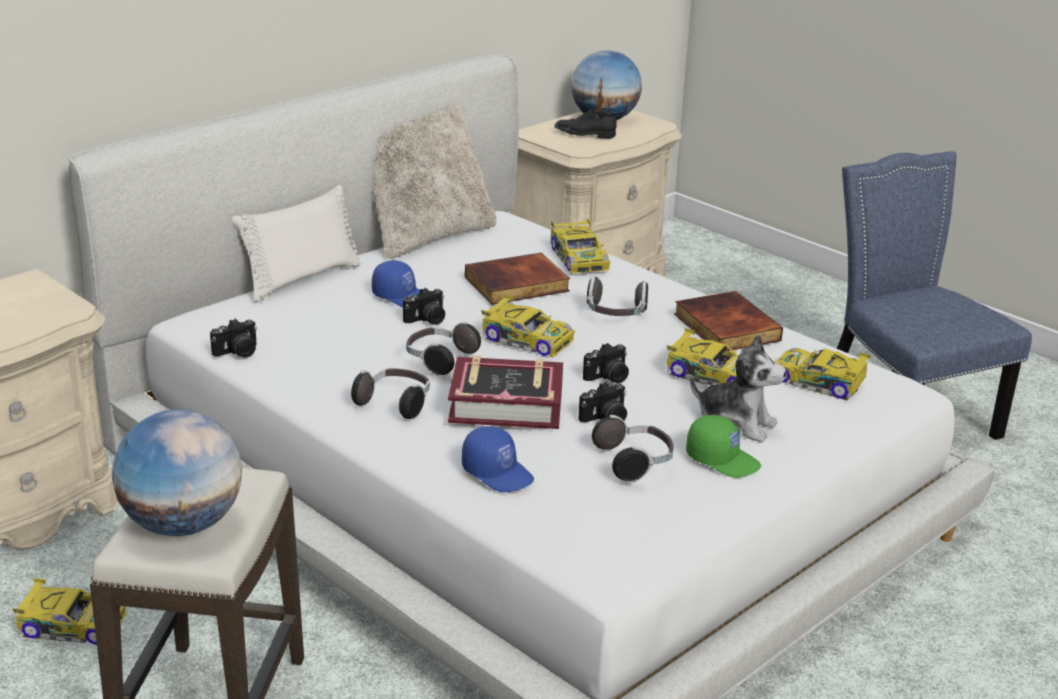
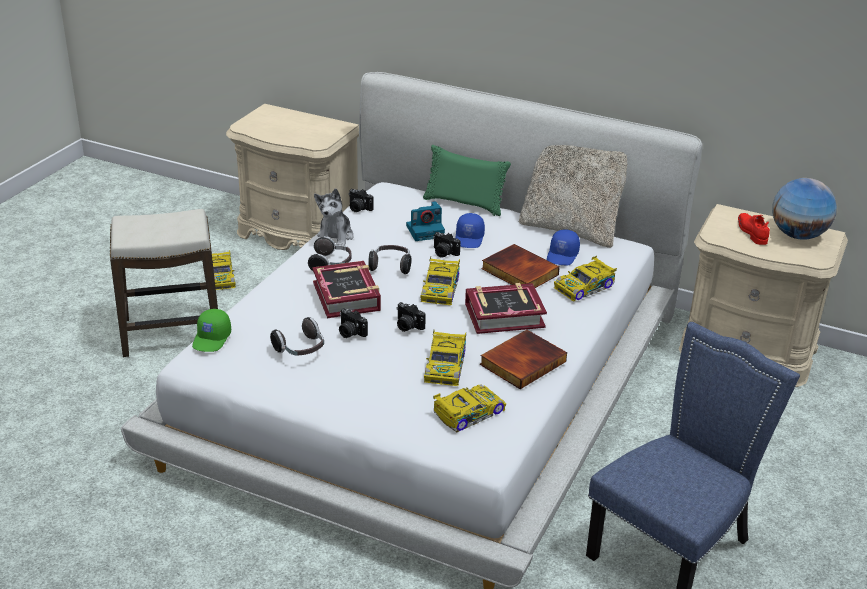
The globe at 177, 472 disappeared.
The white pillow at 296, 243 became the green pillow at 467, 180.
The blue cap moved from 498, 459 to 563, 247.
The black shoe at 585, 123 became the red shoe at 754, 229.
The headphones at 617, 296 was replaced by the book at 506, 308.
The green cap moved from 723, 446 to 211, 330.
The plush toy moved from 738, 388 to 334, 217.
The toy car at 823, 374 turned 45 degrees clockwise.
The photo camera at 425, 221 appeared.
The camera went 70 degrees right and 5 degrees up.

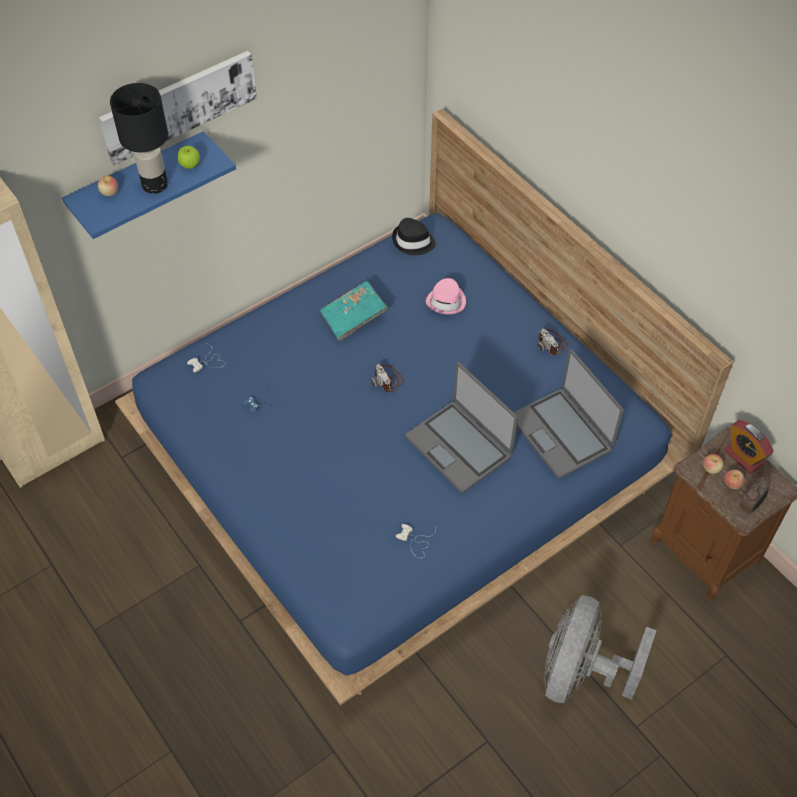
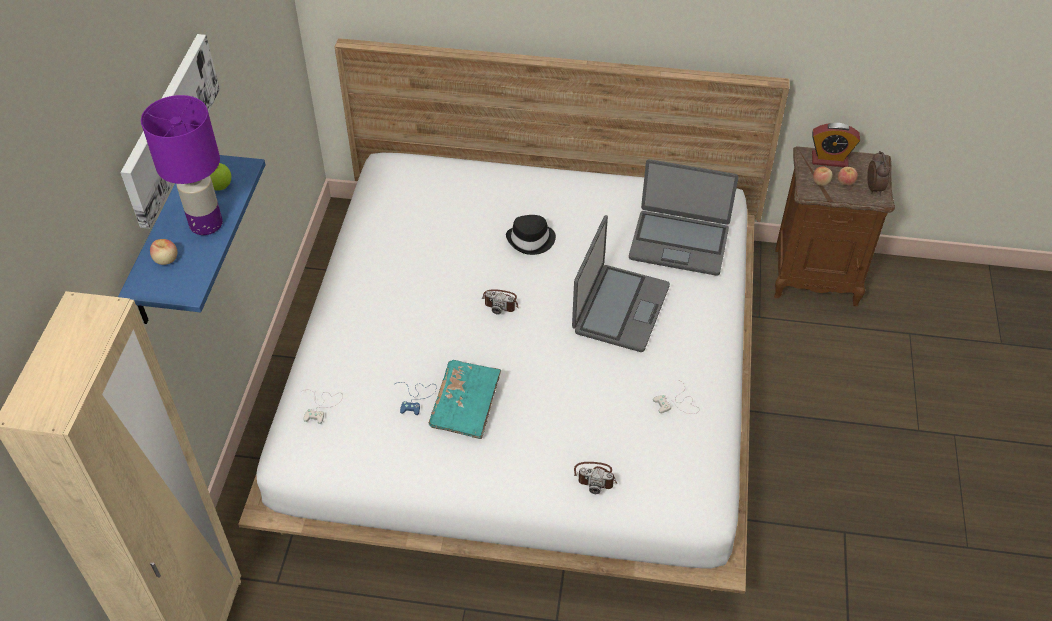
The black table lamp at 139, 138 became the purple table lamp at 182, 165.
The blue bed at 424, 407 became the white bed at 513, 316.
The turquoise book moved from 354, 311 to 465, 399.
The black hat moved from 414, 236 to 531, 235.
The laptop at 462, 427 turned 75 degrees counterclockwise.
The pink hat at 446, 296 disappeared.
The photo camera moved from 552, 342 to 595, 478.
The grey fan at 600, 649 disappeared.
The camera went 45 degrees left and 5 degrees down.

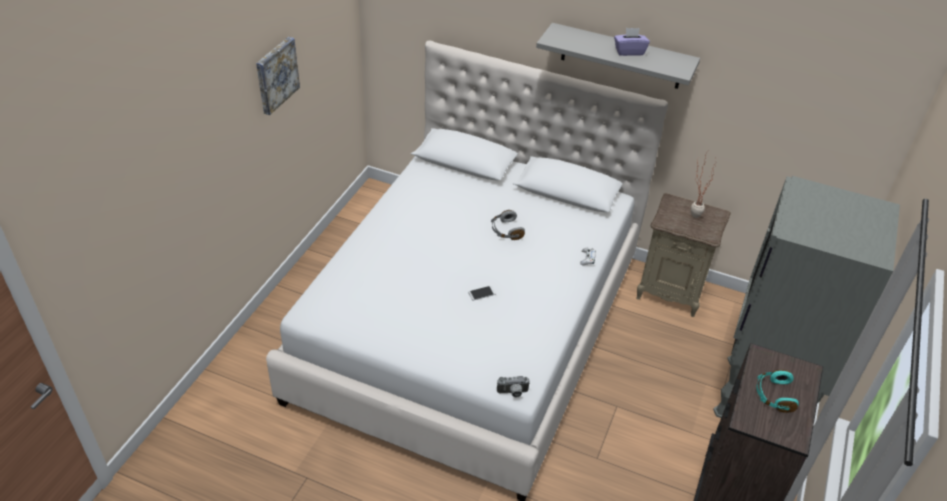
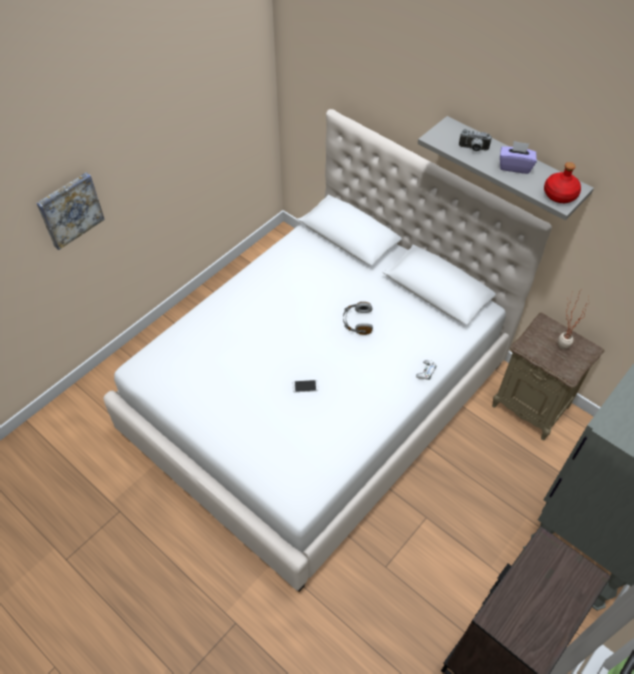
The picture moved from 278, 76 to 71, 211.
The photo camera moved from 513, 387 to 475, 140.
The turquoise headphones at 777, 391 disappeared.
The red bottle at 562, 182 appeared.
The camera went 20 degrees right and 10 degrees up.

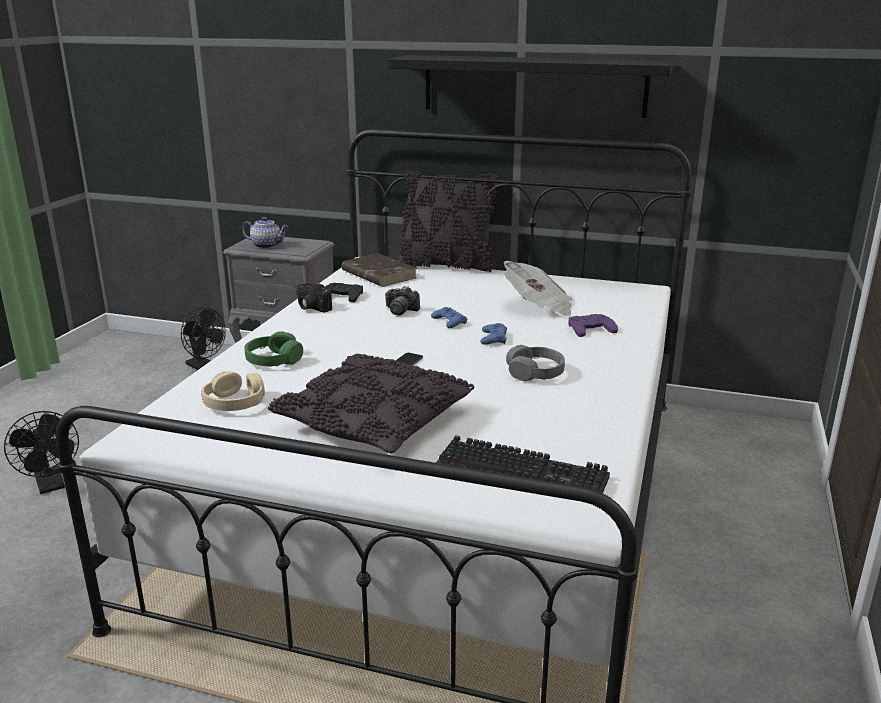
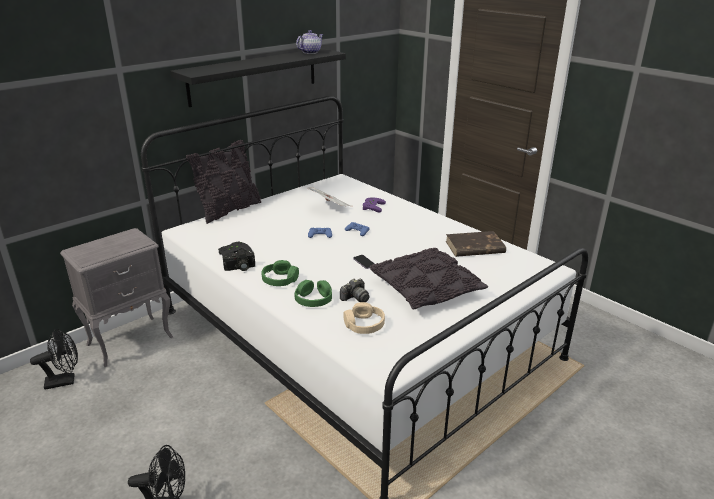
The teapot moved from 265, 233 to 309, 42.
The brown book moved from 379, 270 to 476, 244.
The photo camera moved from 402, 301 to 354, 290.
The keyboard at 523, 464 disappeared.
The grey headphones at 535, 363 disappeared.
The green headphones at 280, 273 appeared.
The camera went 60 degrees left and 5 degrees up.

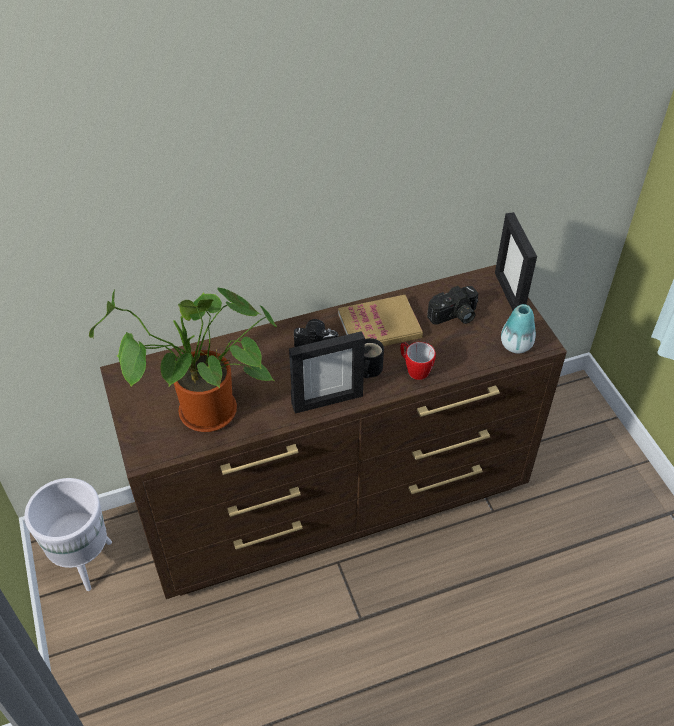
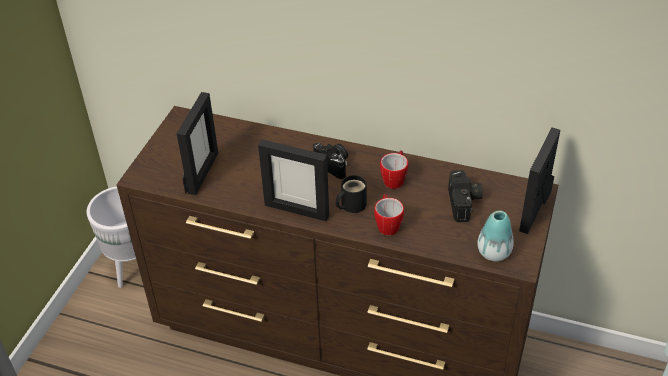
The potted plant at 183, 360 was replaced by the picture frame at 197, 143.
The book at 380, 320 was replaced by the mug at 394, 169.
The photo camera at 452, 305 turned 105 degrees counterclockwise.
The camera went 40 degrees right and 5 degrees down.

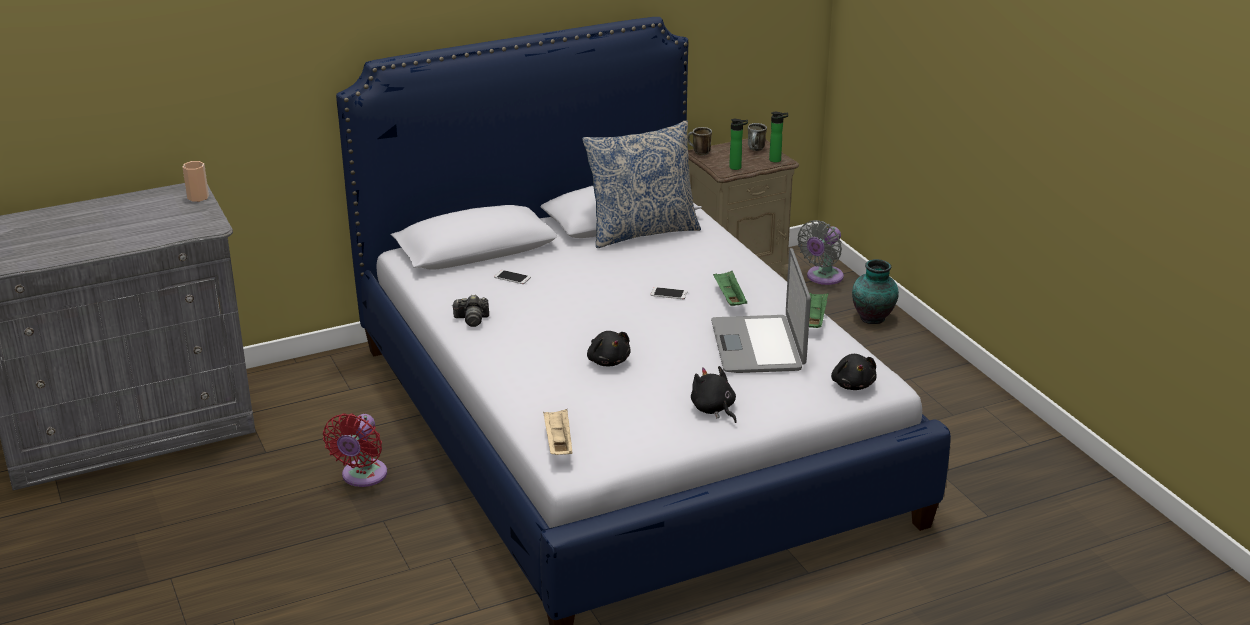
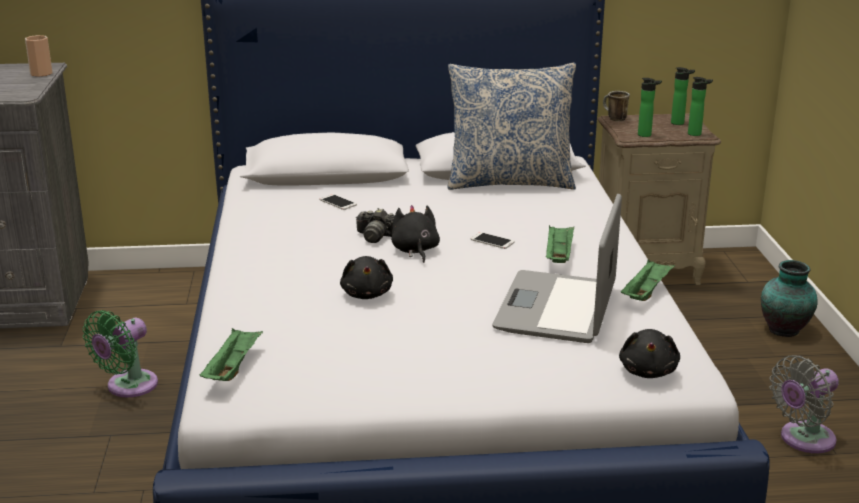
The red fan at 355, 450 became the green fan at 120, 353.
The photo camera moved from 470, 311 to 375, 225.
The beige tray at 557, 432 became the green tray at 231, 354.
The black plush toy moved from 713, 394 to 415, 234.
The mug at 757, 137 was replaced by the bottle at 683, 96.
The grey fan moved from 820, 252 to 804, 404.
The camera went 20 degrees right and 5 degrees down.

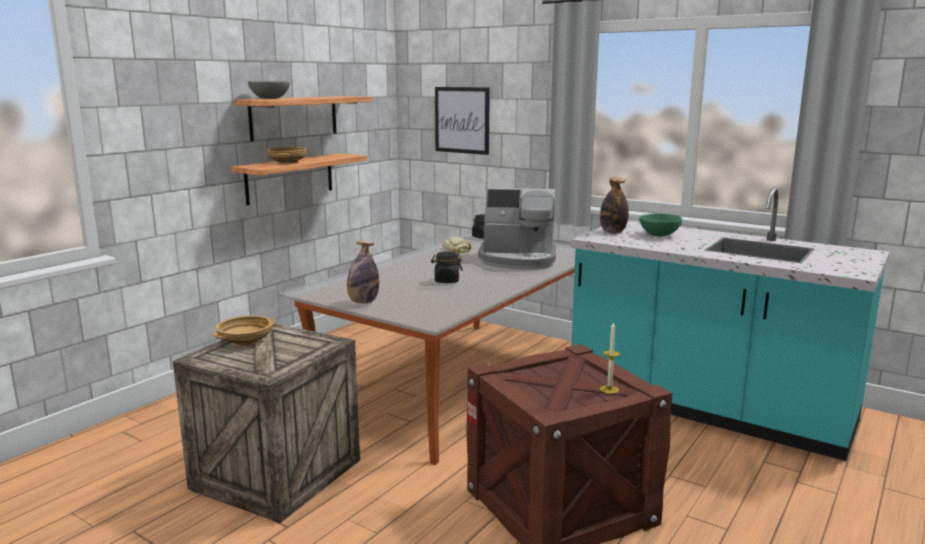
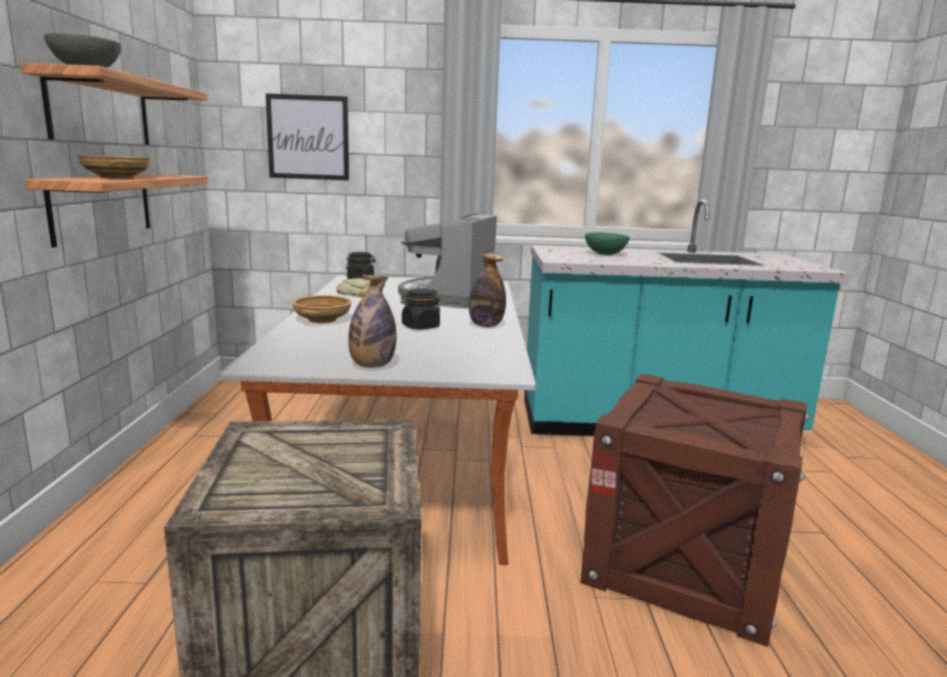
The beige bowl moved from 243, 331 to 322, 309.
The coffee machine at 517, 229 turned 135 degrees clockwise.
The bottle moved from 614, 205 to 487, 290.
The candle at 610, 357 disappeared.
The camera went 35 degrees left and 0 degrees up.

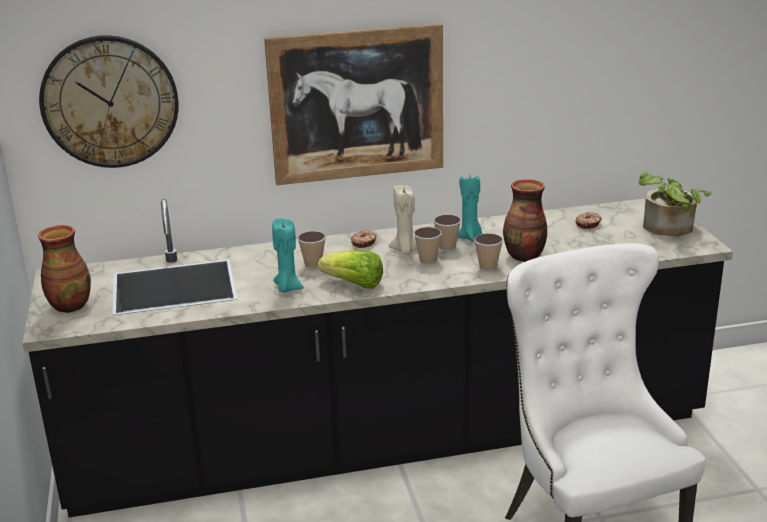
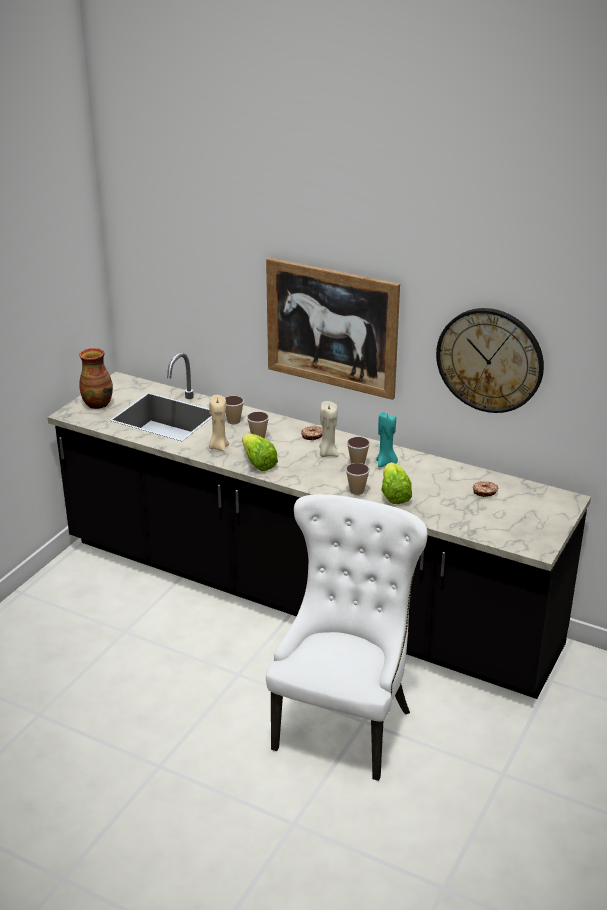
The wall clock moved from 109, 101 to 490, 360.
The turquoise candle at 288, 255 became the beige candle at 219, 423.
The cup moved from 428, 245 to 234, 410.
The vase at 525, 220 was replaced by the lettuce at 396, 483.
The potted plant at 675, 204 disappeared.
The camera went 40 degrees right and 5 degrees up.

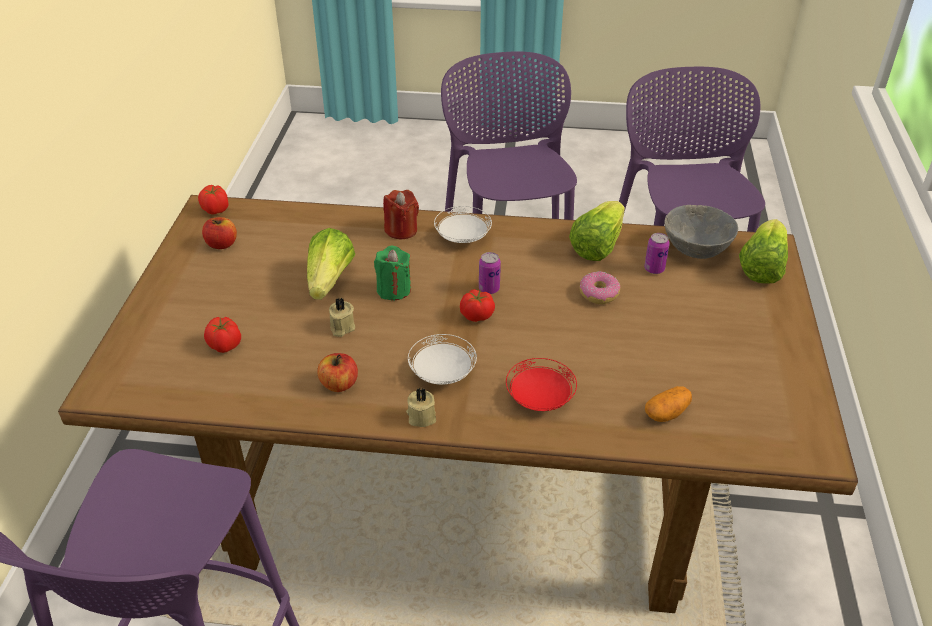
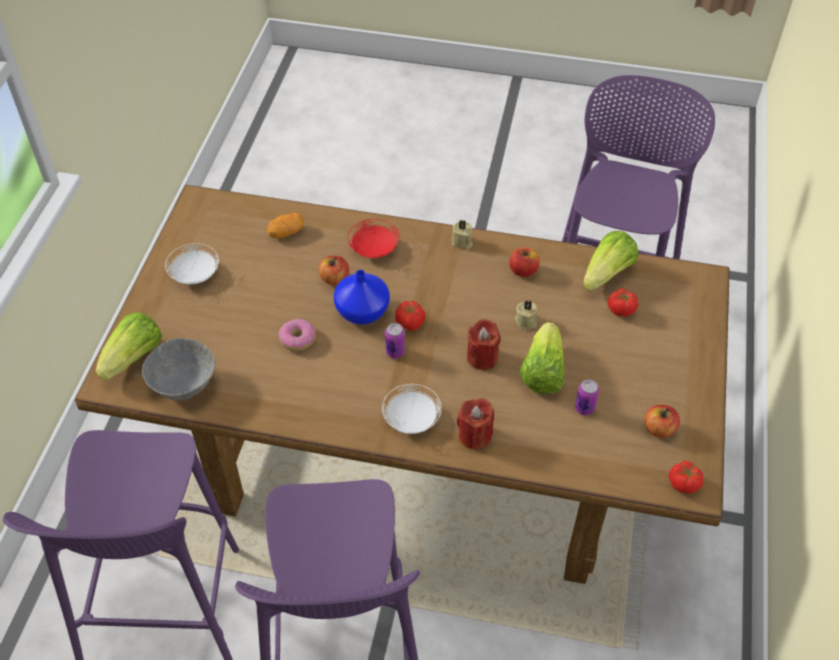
The green candle at 392, 273 became the red candle at 484, 344.
The white plate moved from 442, 359 to 192, 263.
The lettuce moved from 597, 231 to 610, 261.
The can moved from 657, 253 to 587, 397.
The apple at 334, 271 appeared.
The blue vase at 362, 297 appeared.
The camera went 175 degrees left and 10 degrees up.

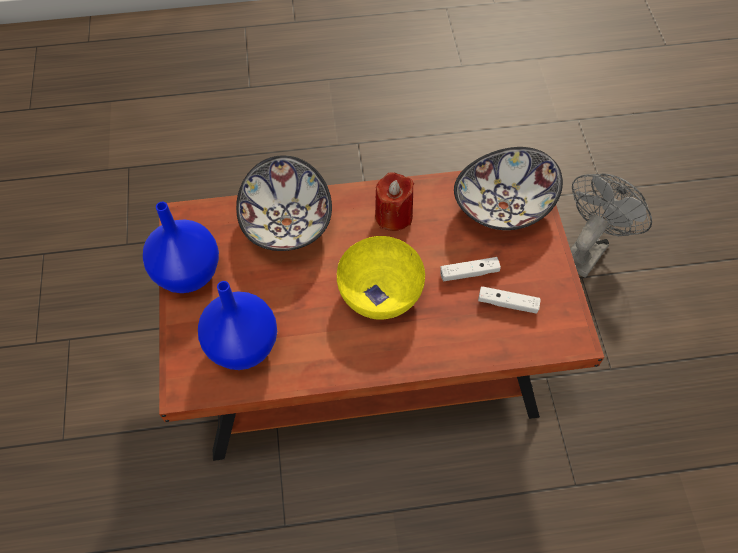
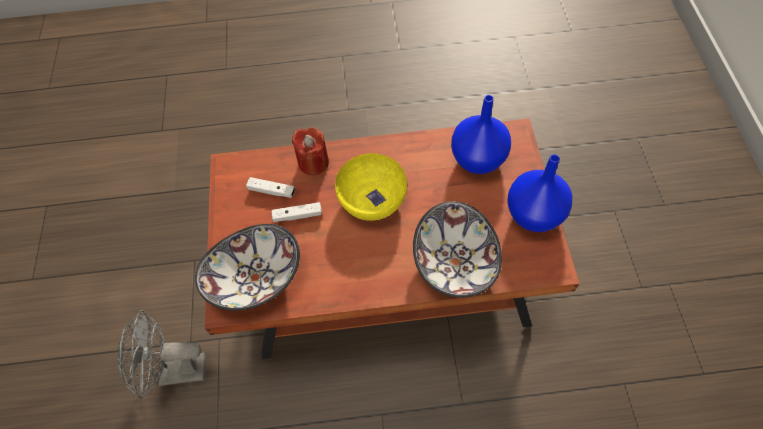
The red candle moved from 394, 201 to 310, 151.
The grey fan at 611, 225 turned 45 degrees clockwise.
The camera went 175 degrees left and 0 degrees up.

